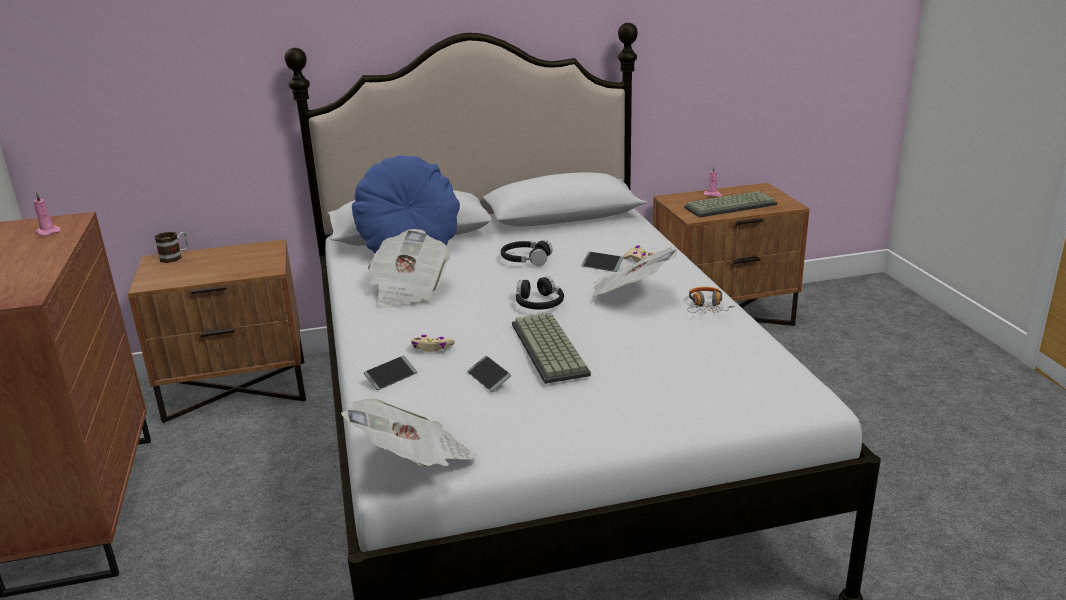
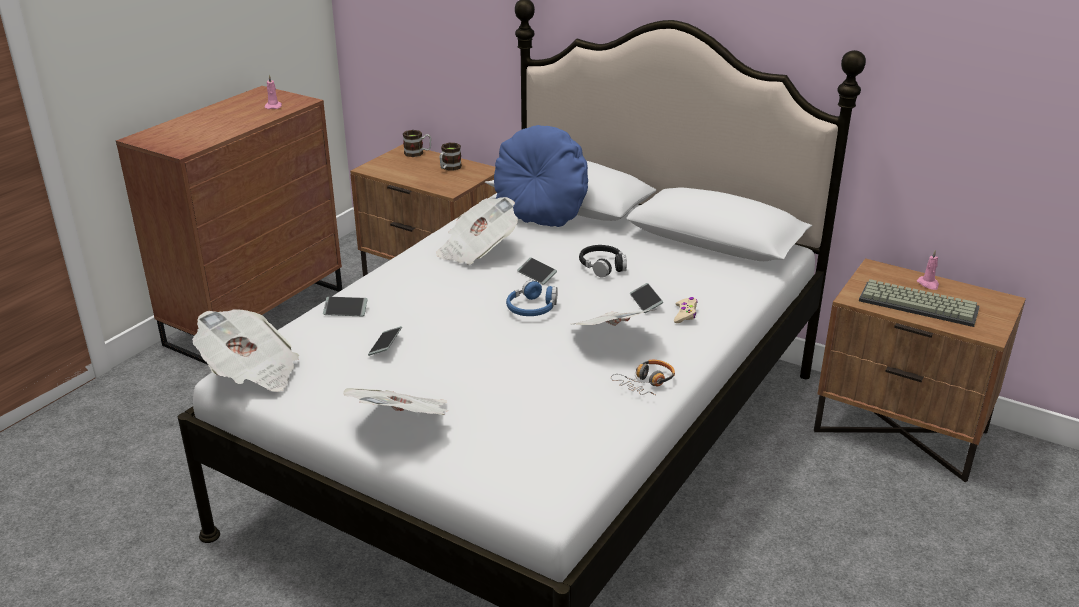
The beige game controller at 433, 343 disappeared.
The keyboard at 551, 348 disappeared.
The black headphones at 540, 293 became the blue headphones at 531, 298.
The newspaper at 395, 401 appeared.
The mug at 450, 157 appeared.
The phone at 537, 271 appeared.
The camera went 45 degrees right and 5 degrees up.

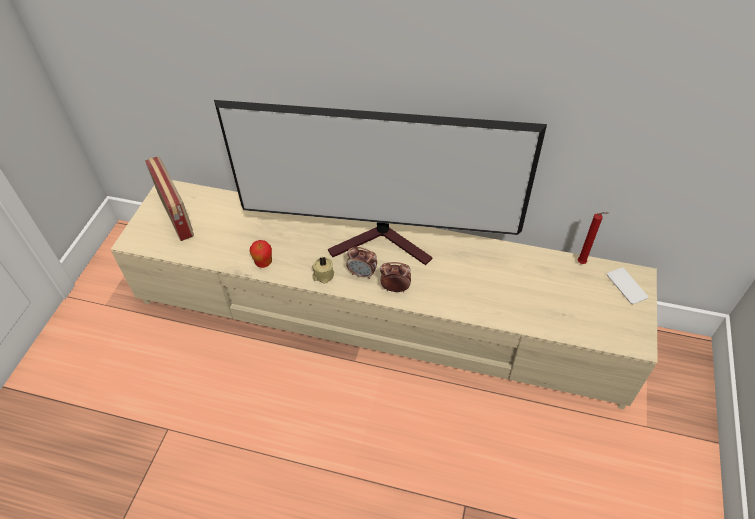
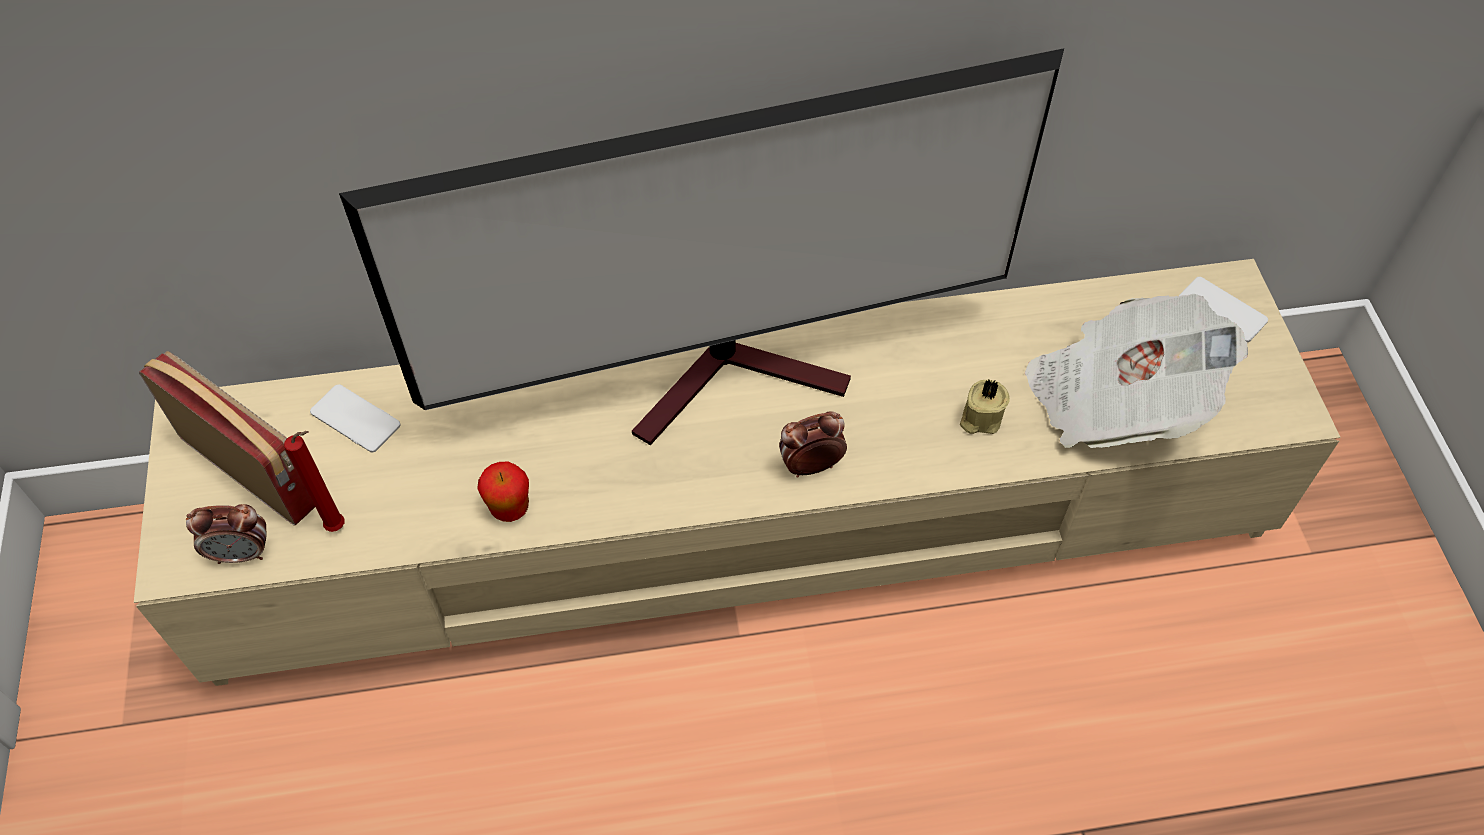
The beige candle moved from 323, 270 to 985, 407.
The alarm clock moved from 361, 263 to 226, 534.
The red candle moved from 593, 238 to 314, 481.
The phone at 355, 418 appeared.
The newspaper at 1136, 371 appeared.
The camera went 25 degrees left and 5 degrees up.

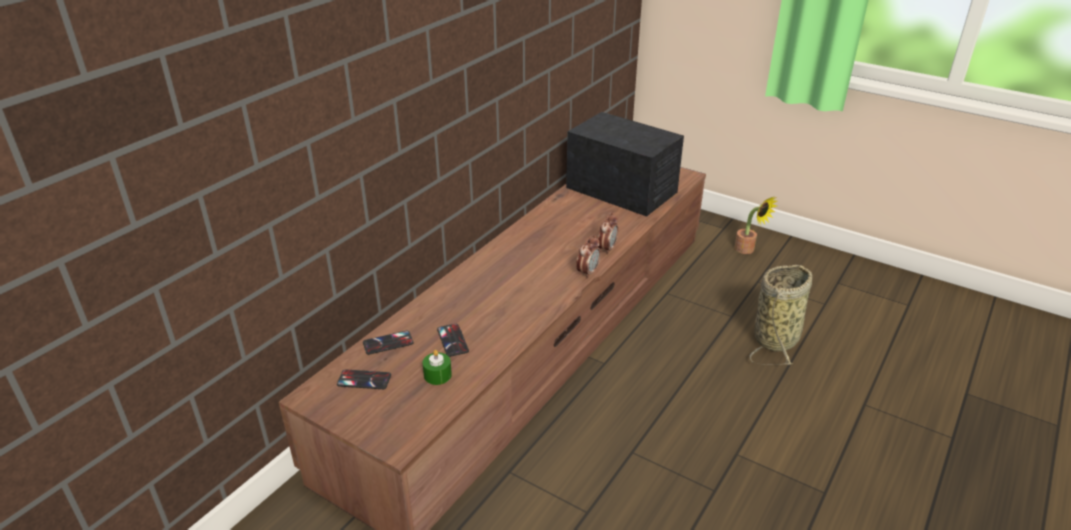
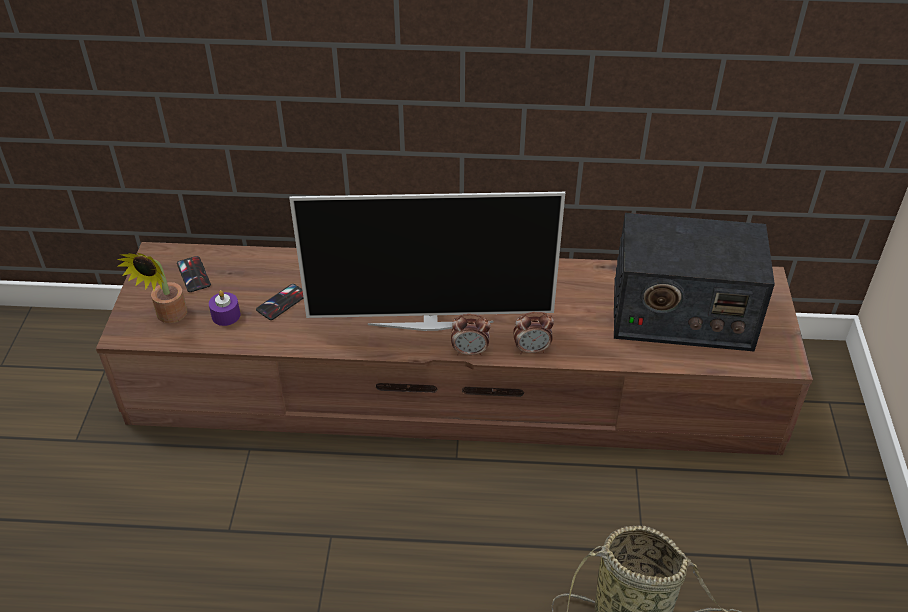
The phone at 388, 343 disappeared.
The green candle at 437, 367 became the purple candle at 225, 308.
The radio at 625, 164 turned 90 degrees clockwise.
The potted plant moved from 755, 225 to 152, 287.
The television at 427, 261 appeared.
The camera went 60 degrees right and 10 degrees up.

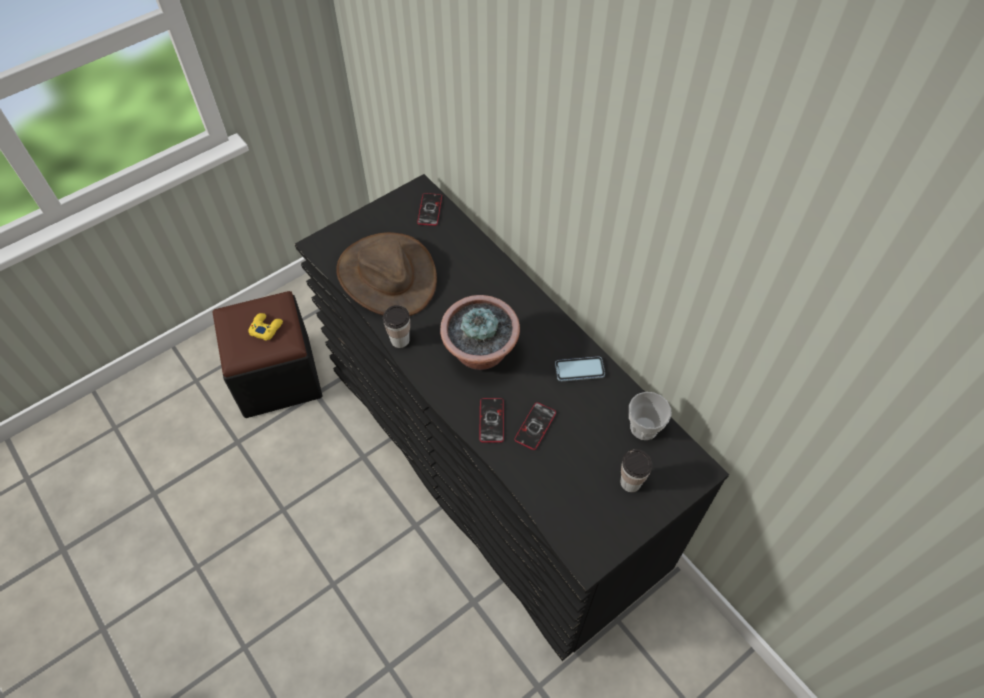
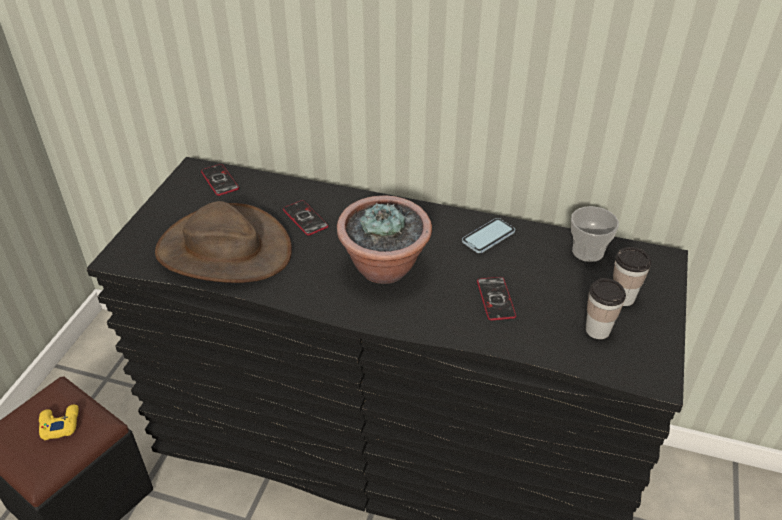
The cup moved from 396, 326 to 605, 308.
The phone moved from 491, 420 to 306, 218.
The camera went 35 degrees left and 15 degrees down.

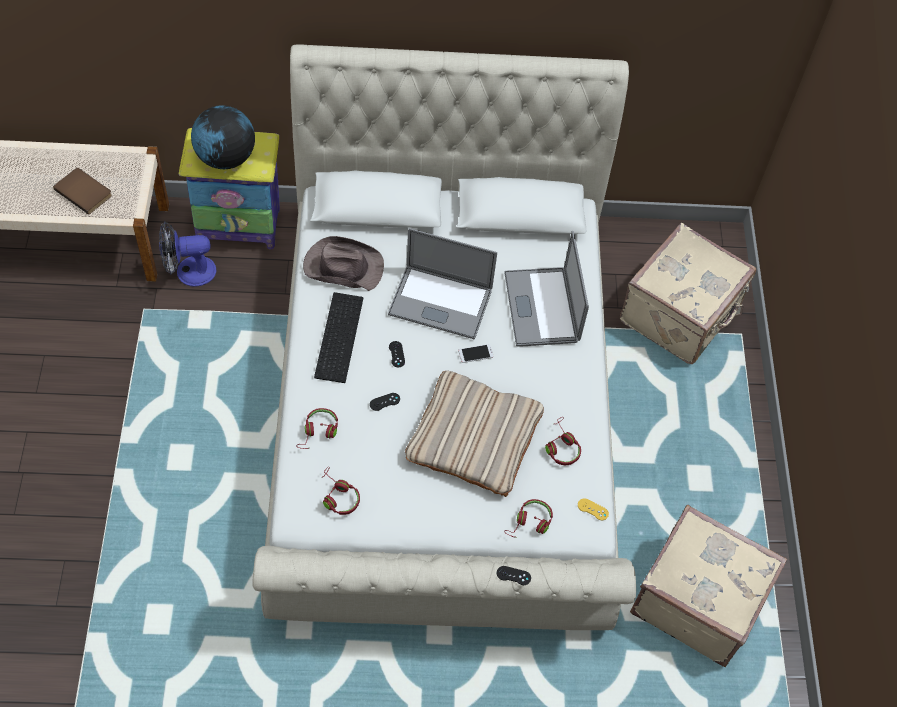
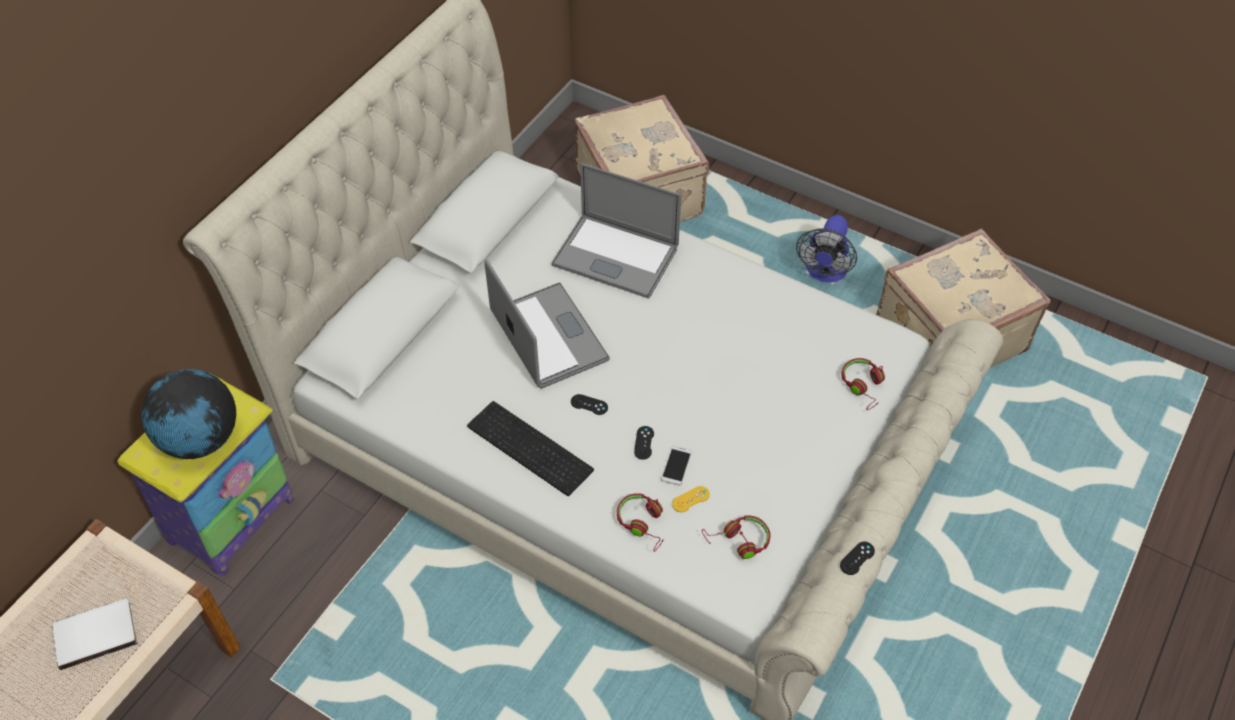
The brown book at 82, 191 became the white book at 95, 634.
The fan moved from 187, 254 to 826, 249.
The brown hat at 343, 263 disappeared.
The laptop at 442, 283 turned 75 degrees counterclockwise.
The beige pillow at 474, 434 disappeared.
The phone moved from 475, 353 to 676, 466.
The black game controller moved from 514, 575 to 857, 558.
The red headphones at 563, 441 disappeared.
The yellow game controller moved from 593, 509 to 691, 499.
The camera went 55 degrees left and 5 degrees down.

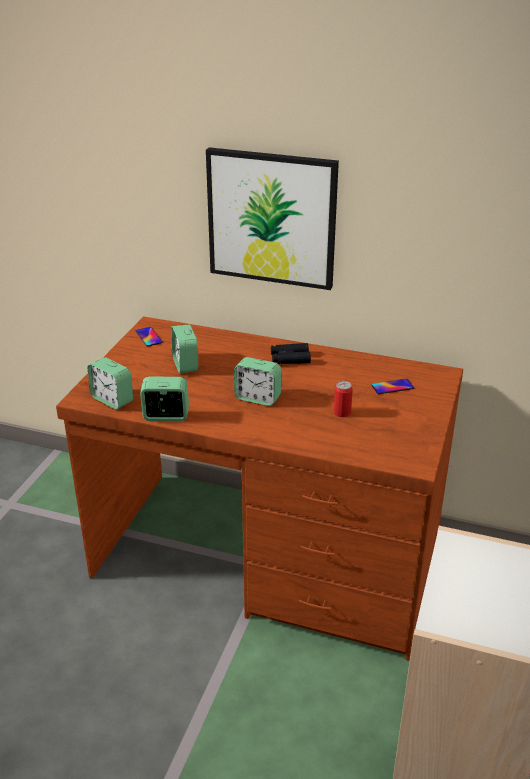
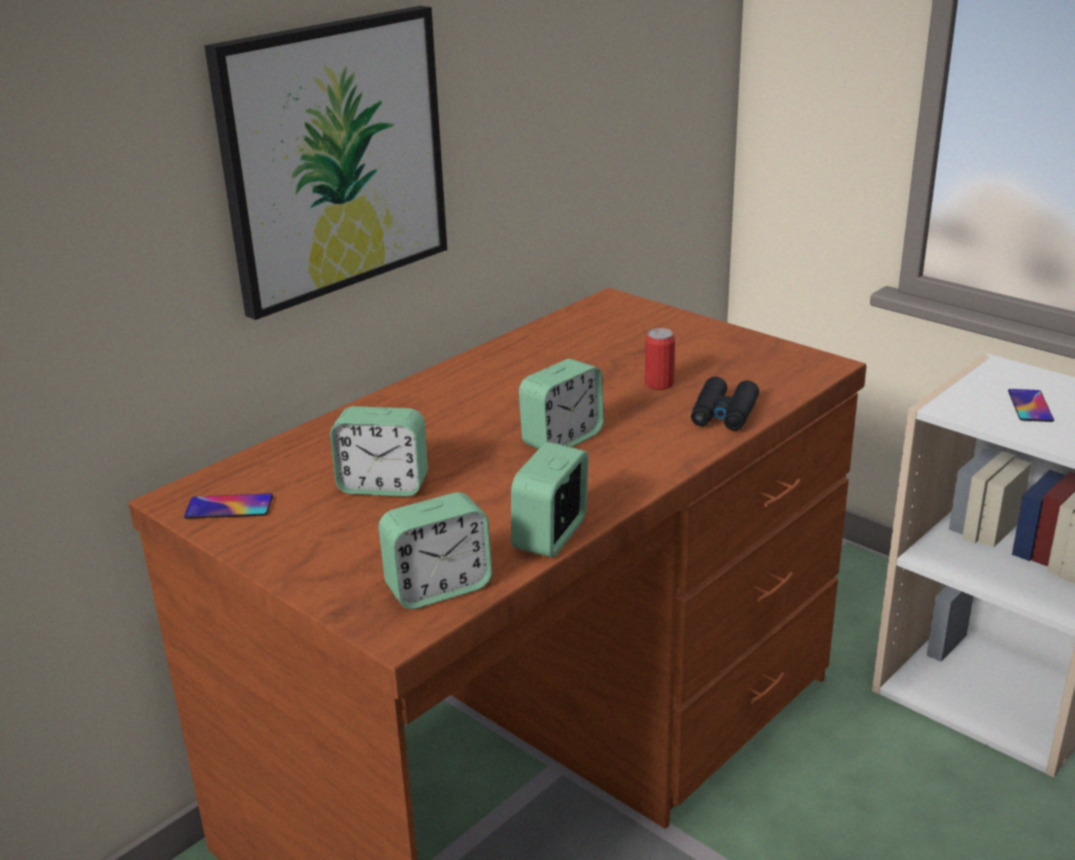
The black binoculars moved from 291, 353 to 725, 404.
The phone moved from 392, 386 to 1031, 405.
The camera went 65 degrees left and 5 degrees down.

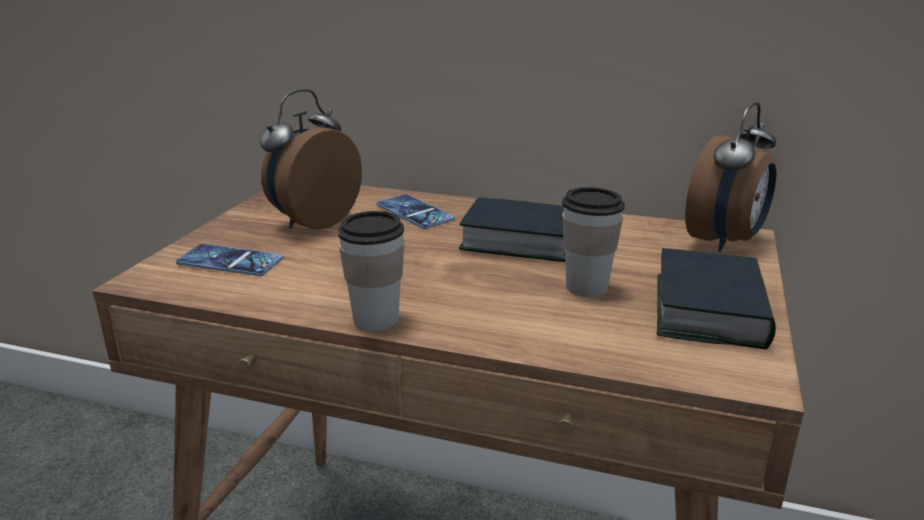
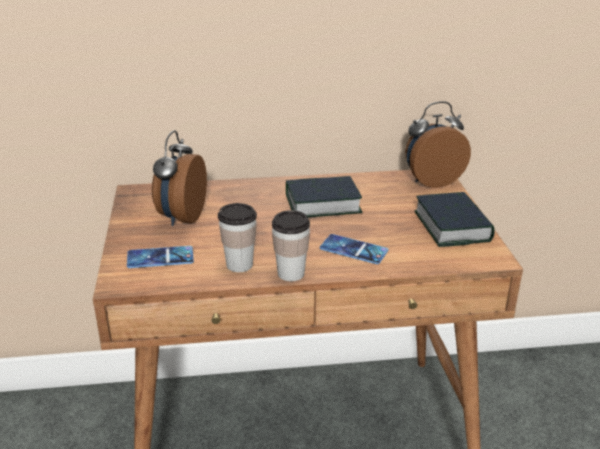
The phone moved from 416, 211 to 354, 249.
The cup moved from 593, 242 to 237, 237.
The alarm clock at 730, 177 turned 120 degrees counterclockwise.
The camera went 25 degrees left and 5 degrees up.

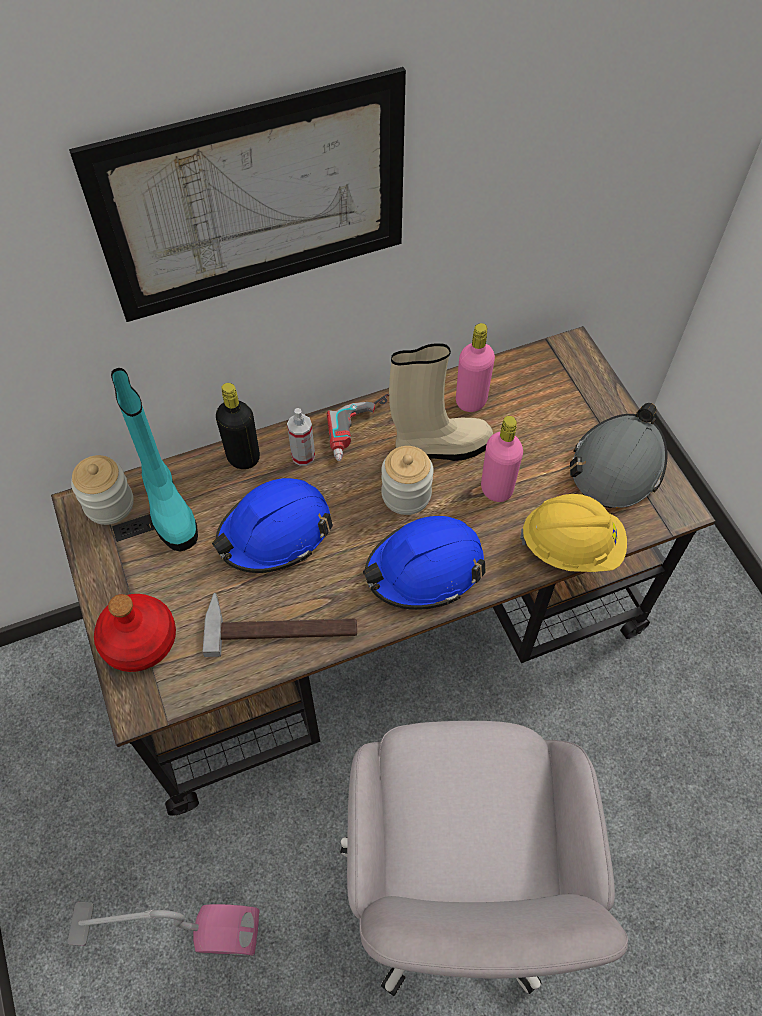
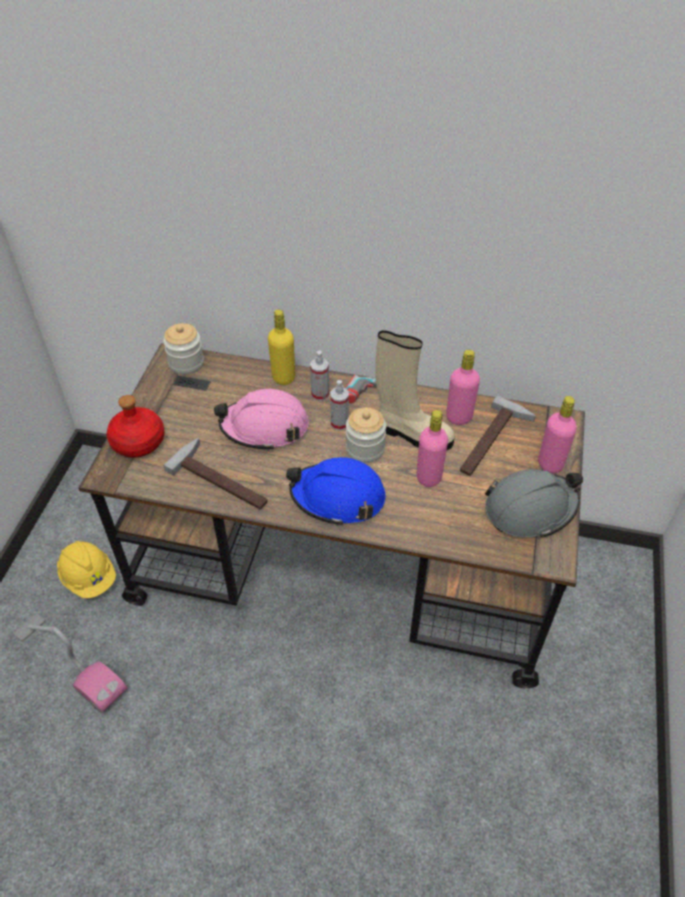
The picture at 237, 194 disappeared.
The turquoise boot at 154, 460 disappeared.
The blue hard hat at 272, 525 became the pink hard hat at 261, 420.
The black bottle at 238, 426 became the yellow bottle at 281, 347.
The grey office chair at 484, 858 disappeared.
The yellow hard hat moved from 573, 533 to 86, 569.
The spray bottle at 339, 405 appeared.
The hammer at 498, 436 appeared.
The pink bottle at 557, 434 appeared.
The camera went 35 degrees right and 10 degrees down.

